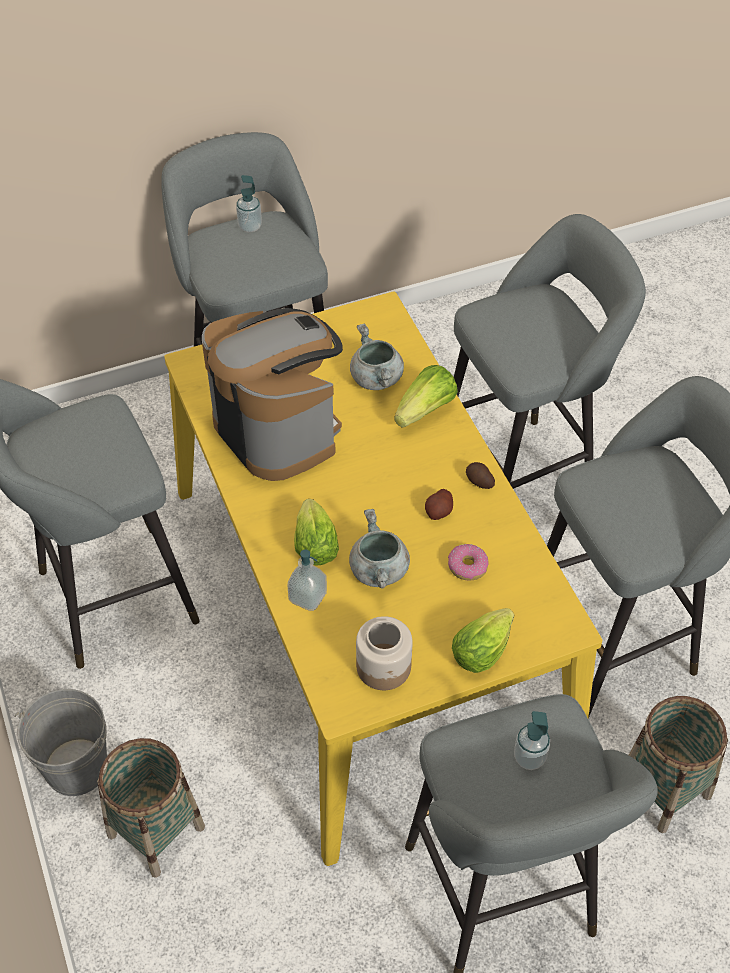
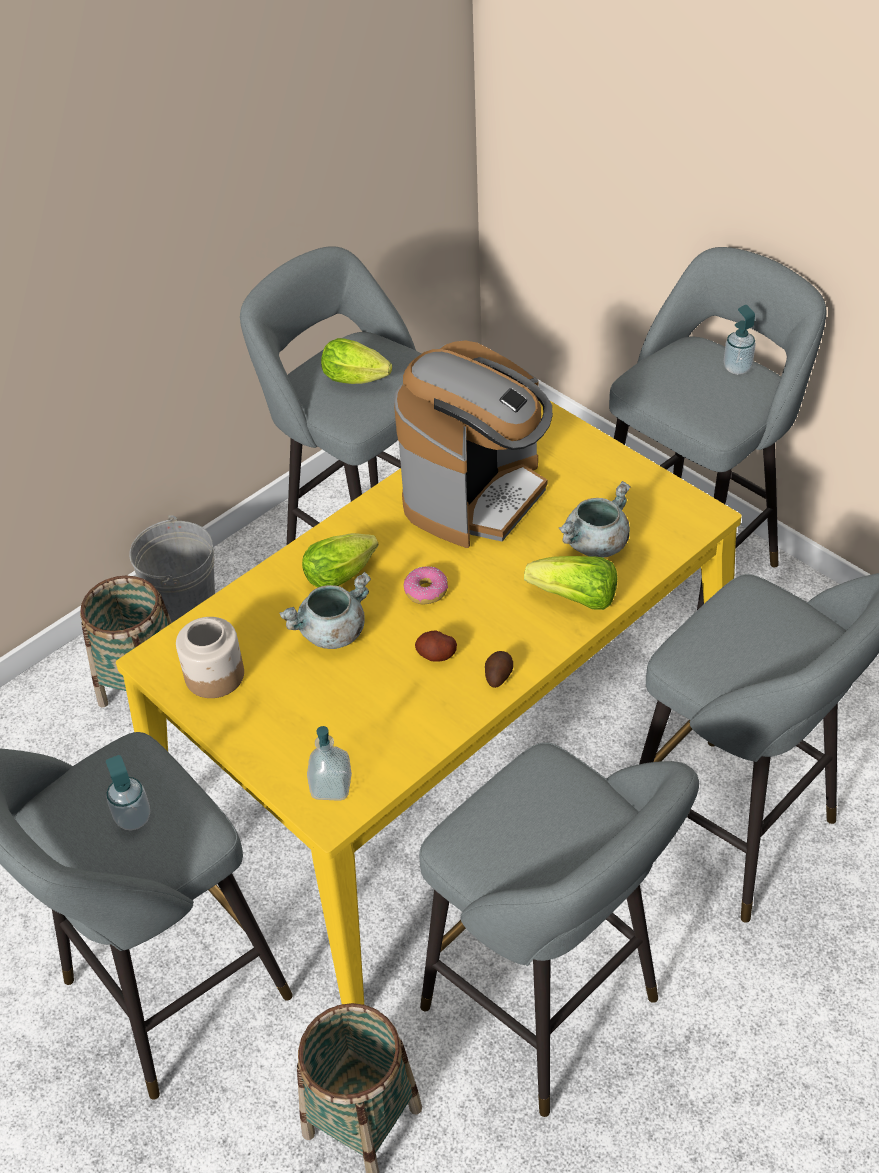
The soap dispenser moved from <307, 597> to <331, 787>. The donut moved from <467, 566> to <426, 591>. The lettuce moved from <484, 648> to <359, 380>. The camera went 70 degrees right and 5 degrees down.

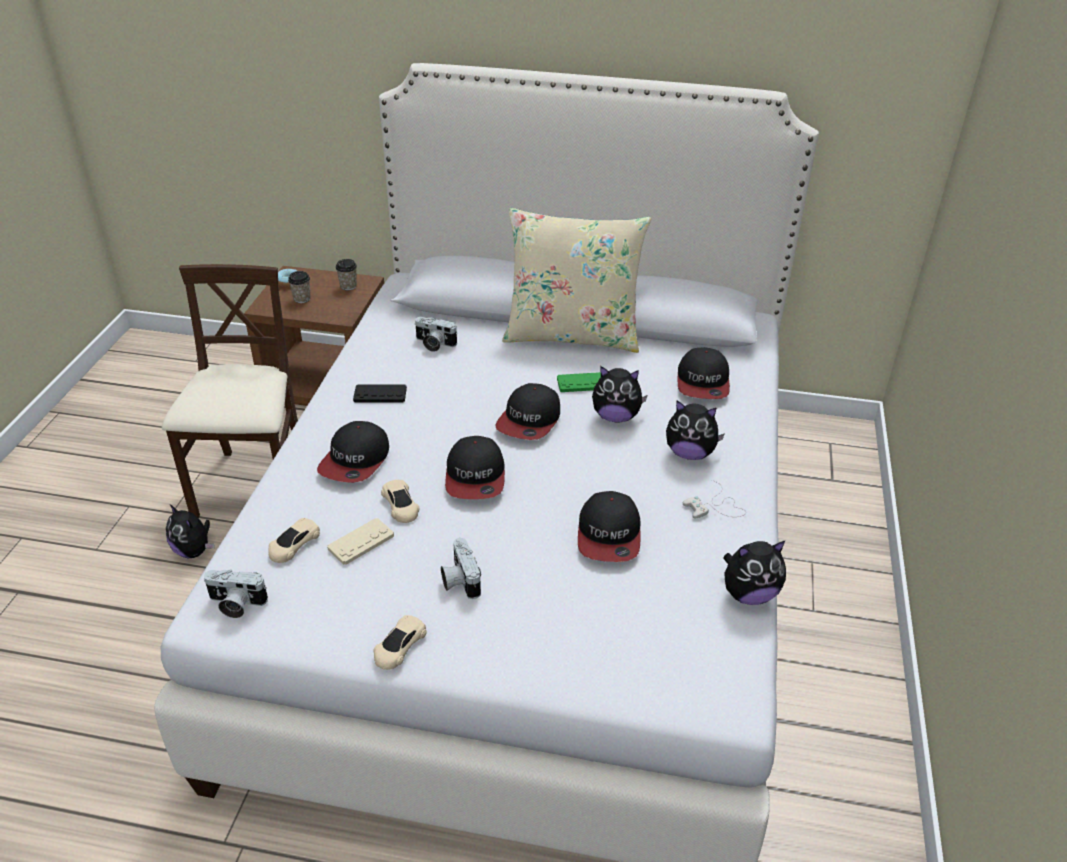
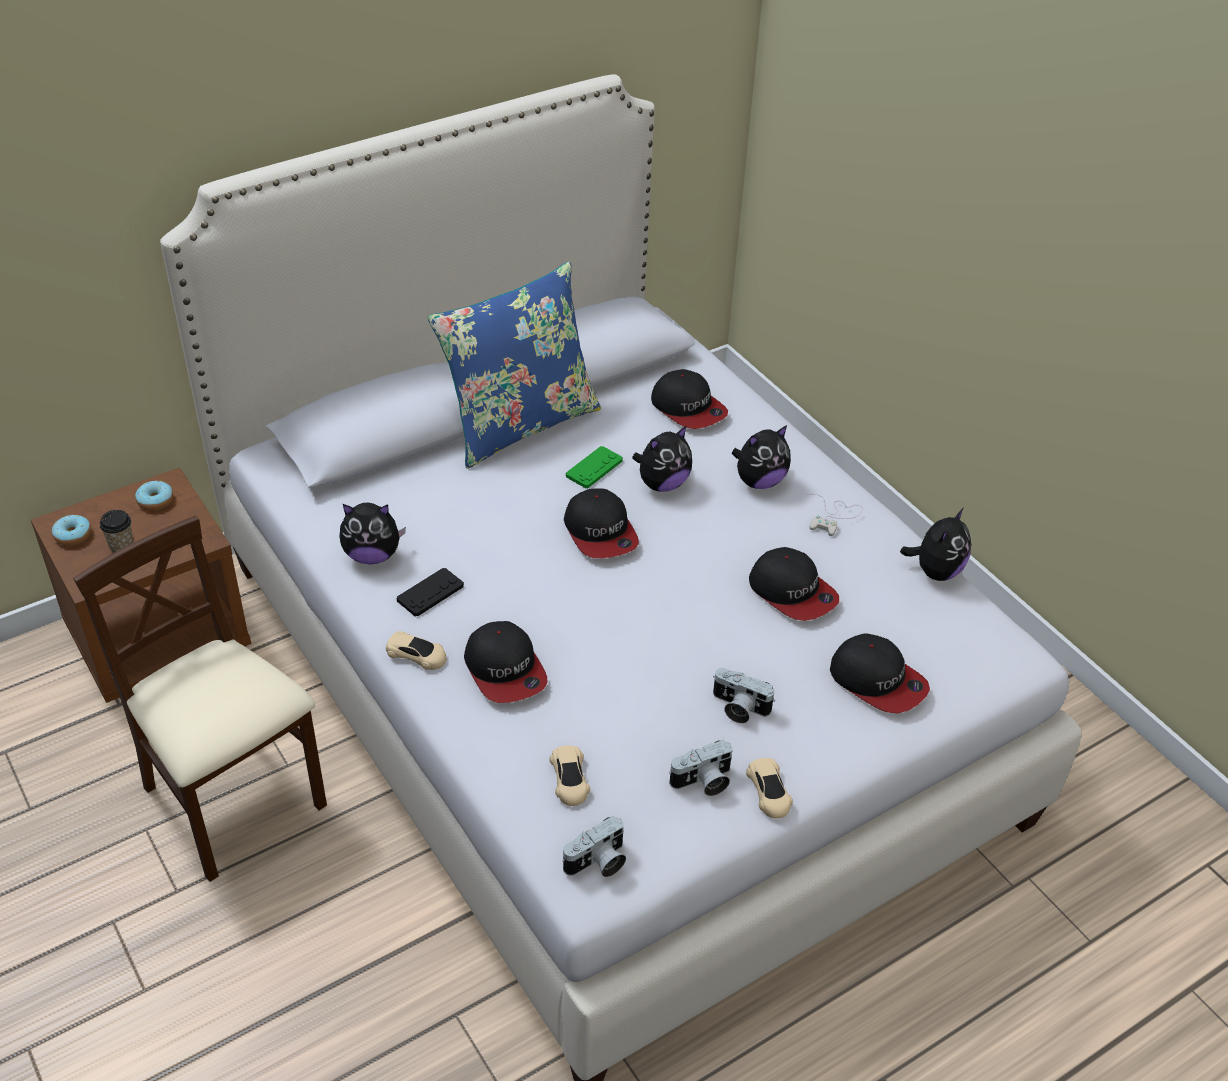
The game controller (beige) at <361, 542> disappeared. The plush toy moved from <194, 551> to <372, 555>. The toy car (beige) moved from <400, 505> to <417, 654>. The photo camera moved from <434, 344> to <703, 782>. The cap moved from <475, 477> to <878, 681>. The cup at <348, 286> was replaced by the donut at <155, 501>. The pillow (beige) at <572, 334> became the pillow (blue) at <519, 424>. The camera went 45 degrees left and 5 degrees up.

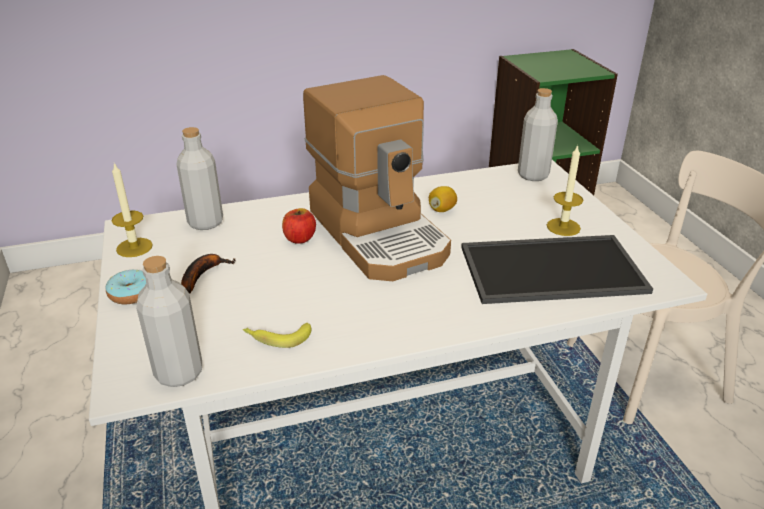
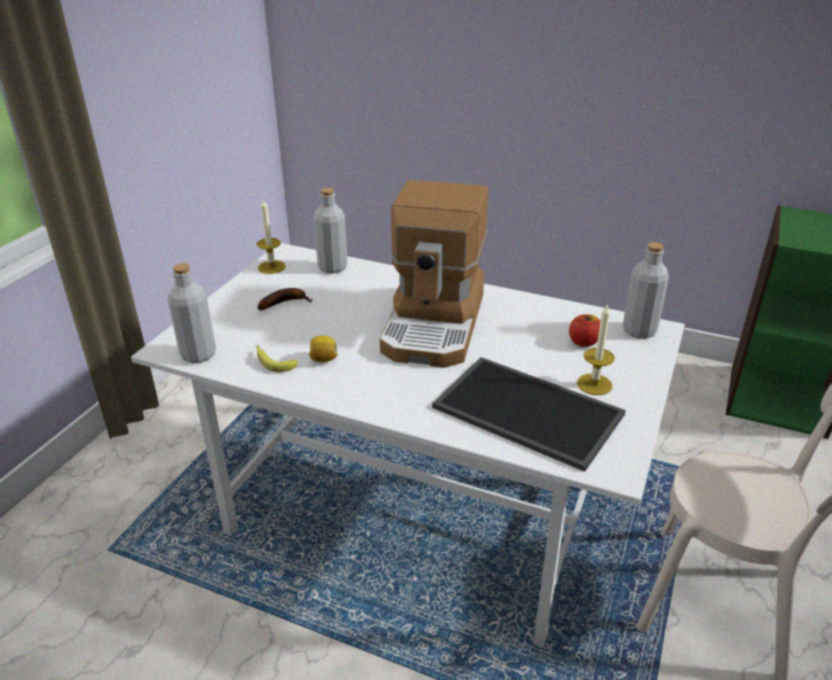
The donut at <131, 294> disappeared. The apple moved from <299, 238> to <583, 342>. The lemon moved from <442, 210> to <323, 359>. The camera went 40 degrees right and 0 degrees up.

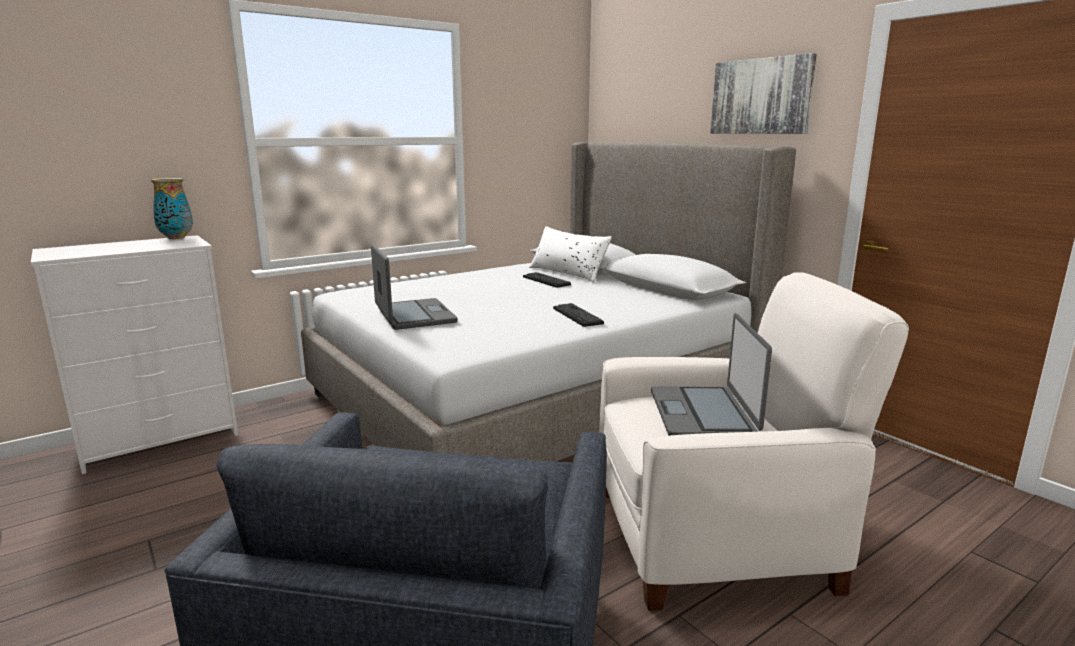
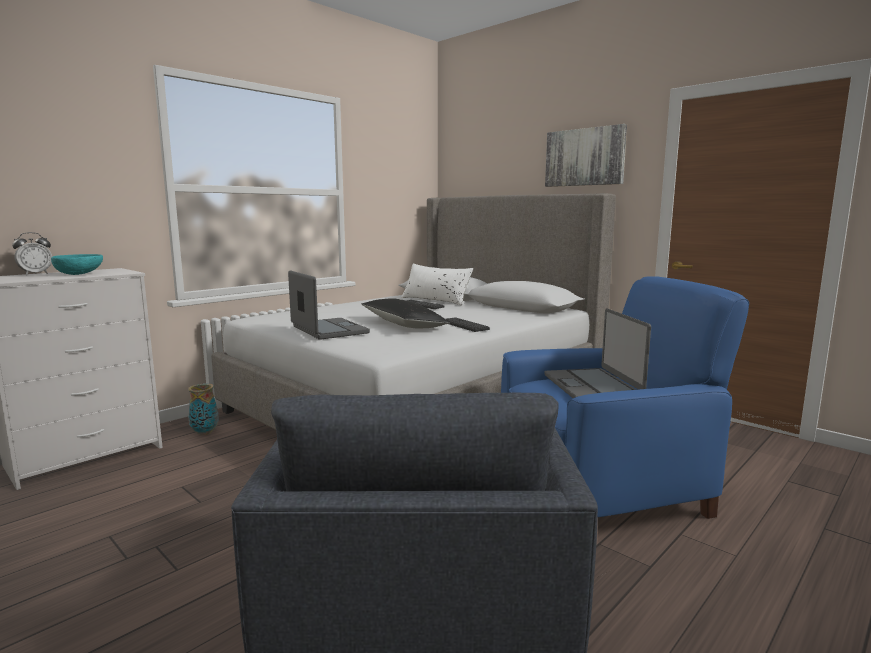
The alarm clock at <36, 274> appeared. The bowl (turquoise) at <80, 274> appeared. The pillow (black) at <403, 324> appeared. The vase moved from <176, 238> to <204, 433>. The armchair (white) at <714, 537> became the armchair (blue) at <603, 488>. The camera went 10 degrees left and 5 degrees down.

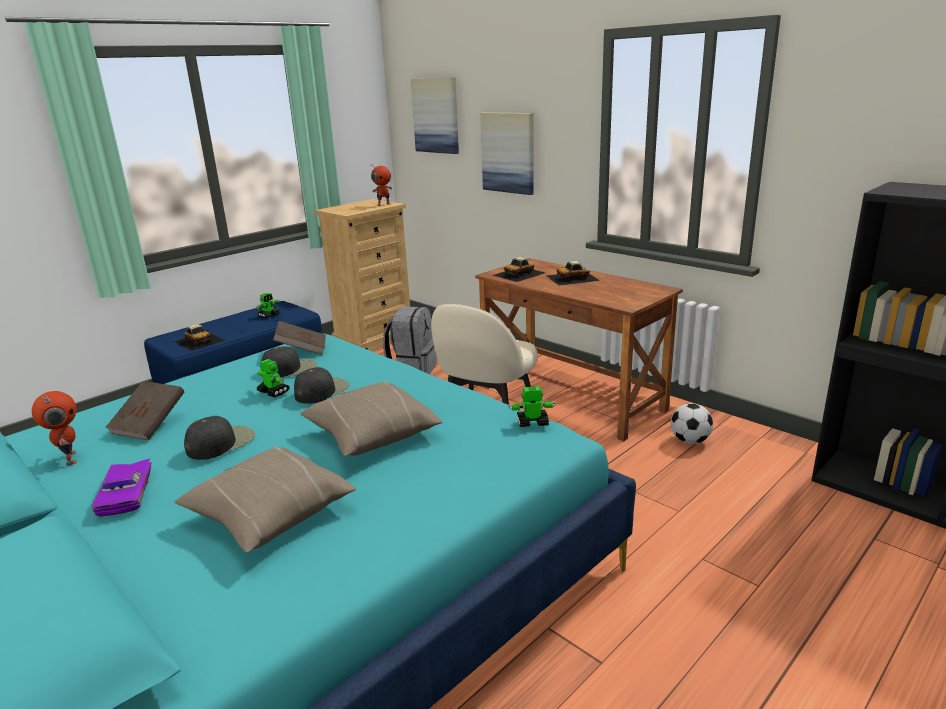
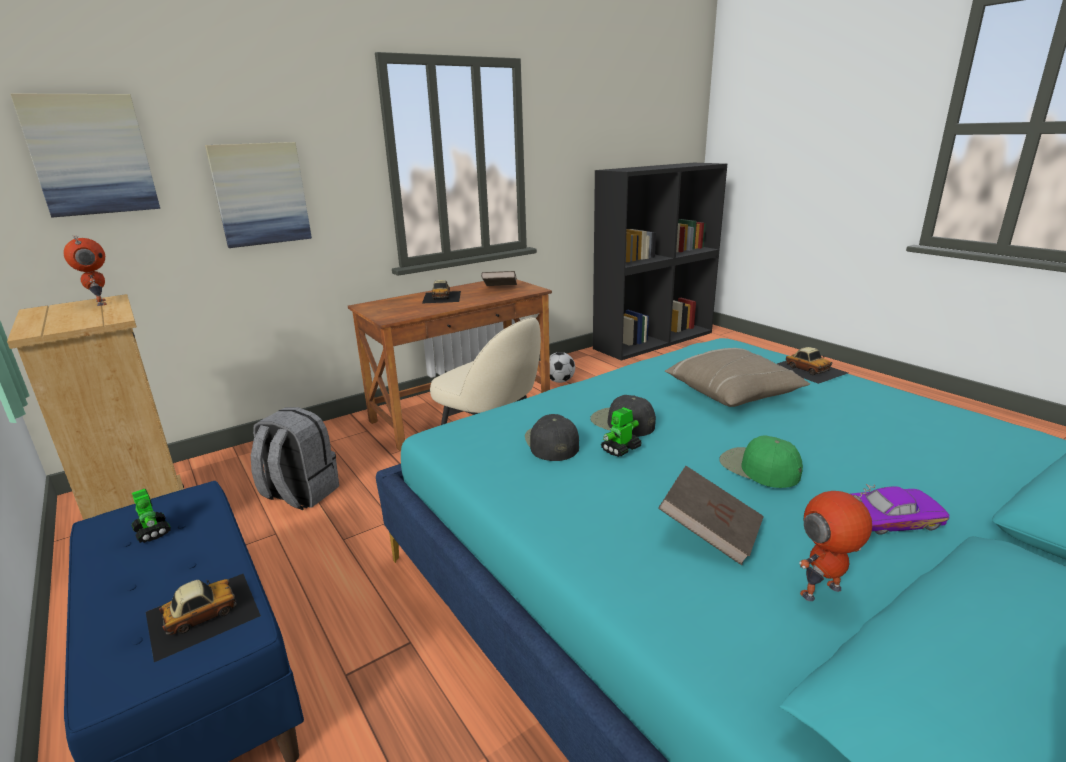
The pillow (beige) at <269, 515> disappeared. The toy robot at <532, 423> disappeared. The book (brown) moved from <302, 349> to <500, 289>. The toy car moved from <519, 274> to <808, 369>. The cap (black) at <221, 443> became the cap (green) at <758, 468>. The camera went 80 degrees left and 0 degrees up.

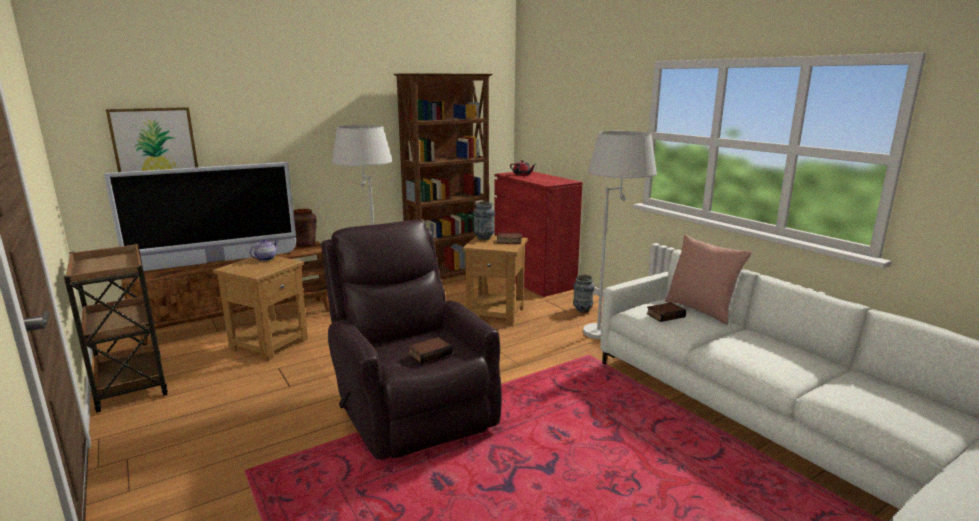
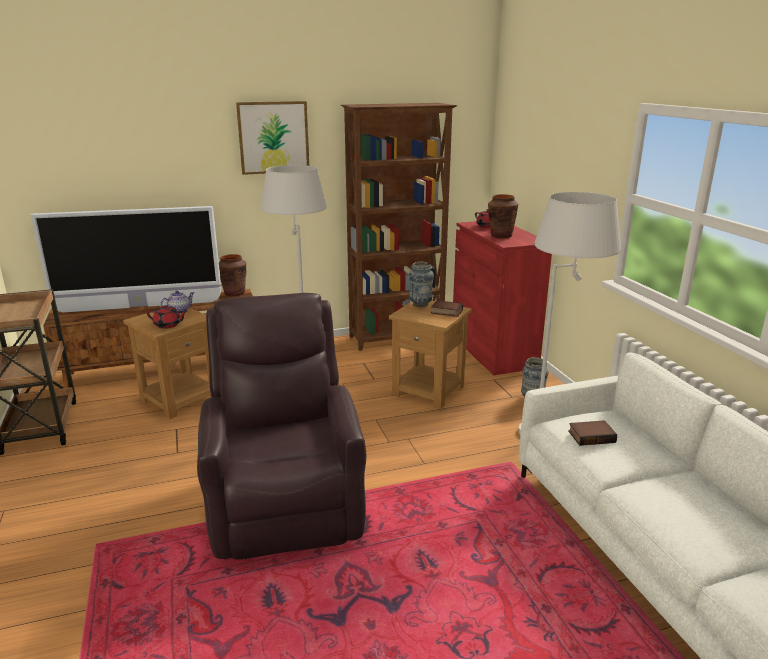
The book at <429, 353> disappeared. The pillow (pink) at <701, 310> disappeared. The teapot (red) at <168, 325> appeared. The vase (brown) at <500, 236> appeared. The picture moved from <154, 144> to <273, 137>. The camera went 15 degrees right and 5 degrees up.

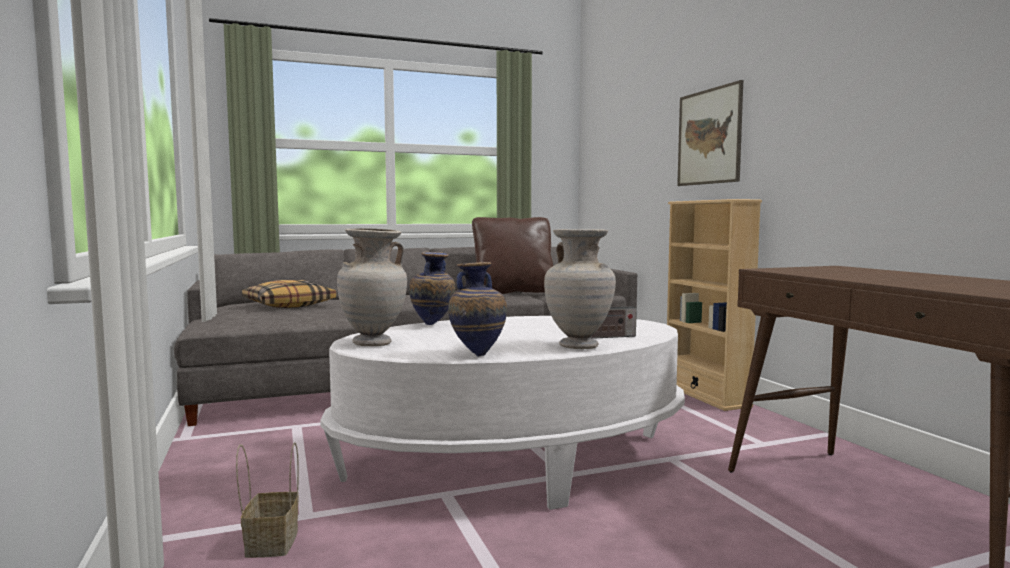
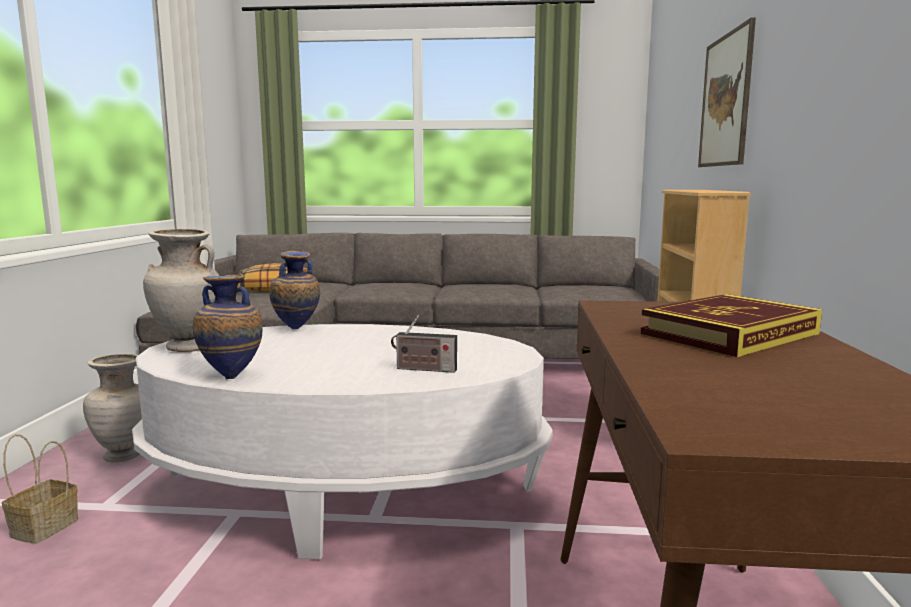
The pillow (brown) at <513, 292> disappeared. The book at <729, 334> appeared. The vase (beige) moved from <579, 346> to <124, 456>. The camera went 25 degrees right and 5 degrees up.

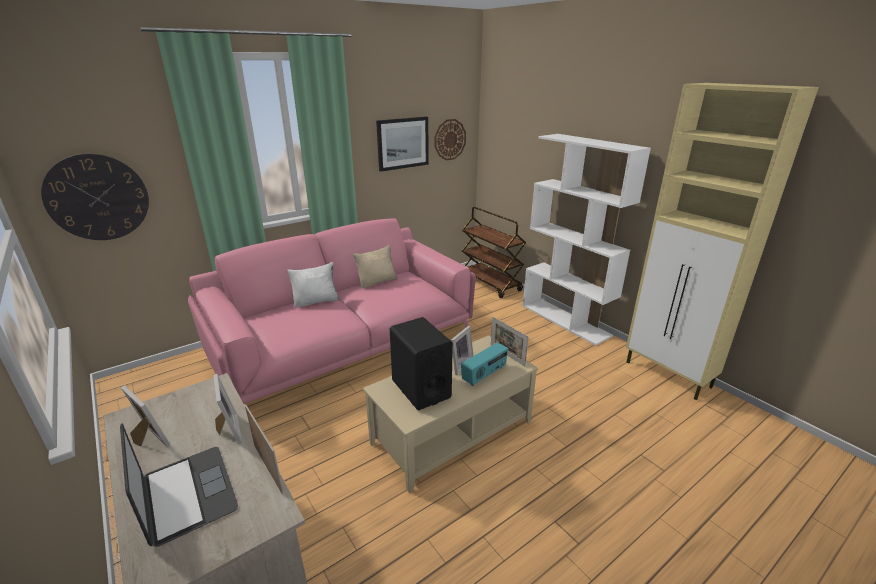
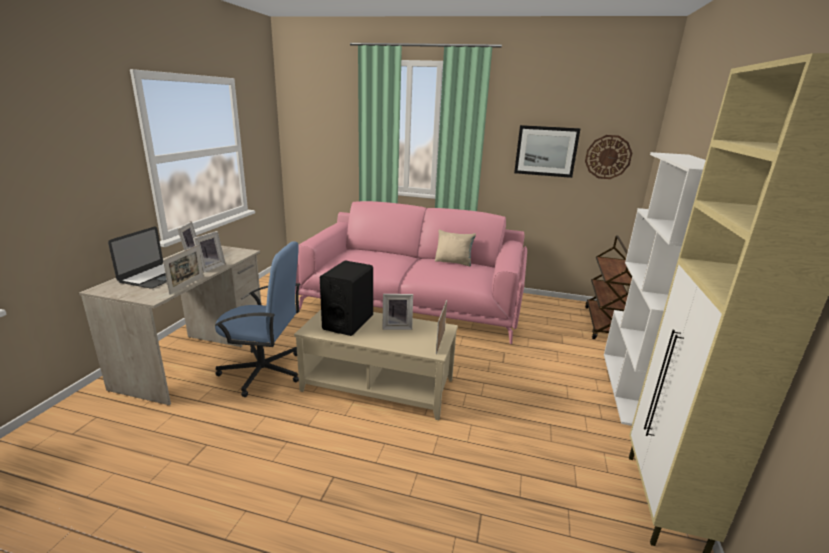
The wall clock at <98, 197> disappeared. The pillow (white) at <316, 301> disappeared. The radio at <484, 375> disappeared. The office chair (blue) at <263, 371> appeared. The camera went 50 degrees right and 5 degrees down.

